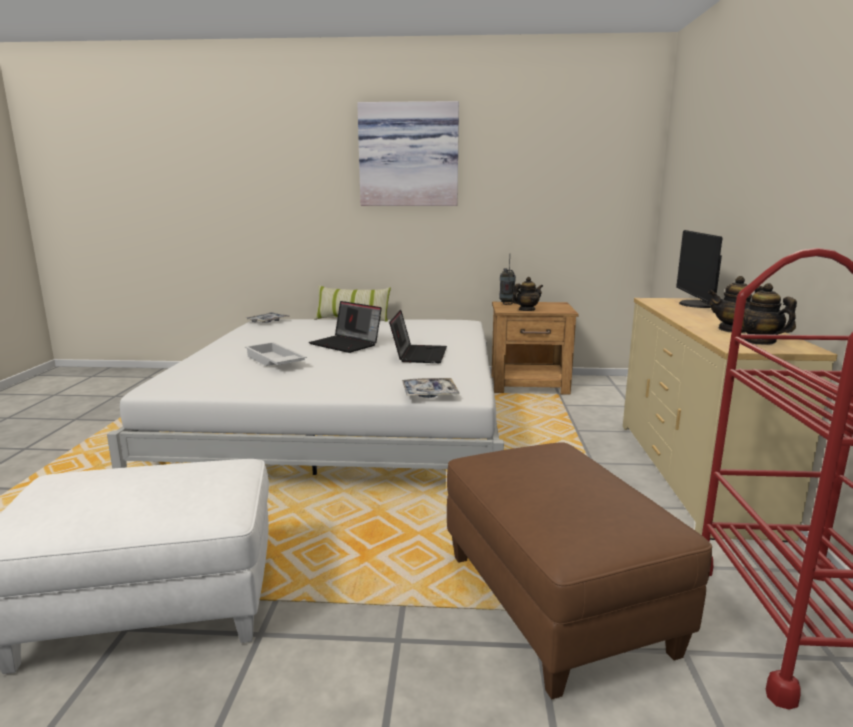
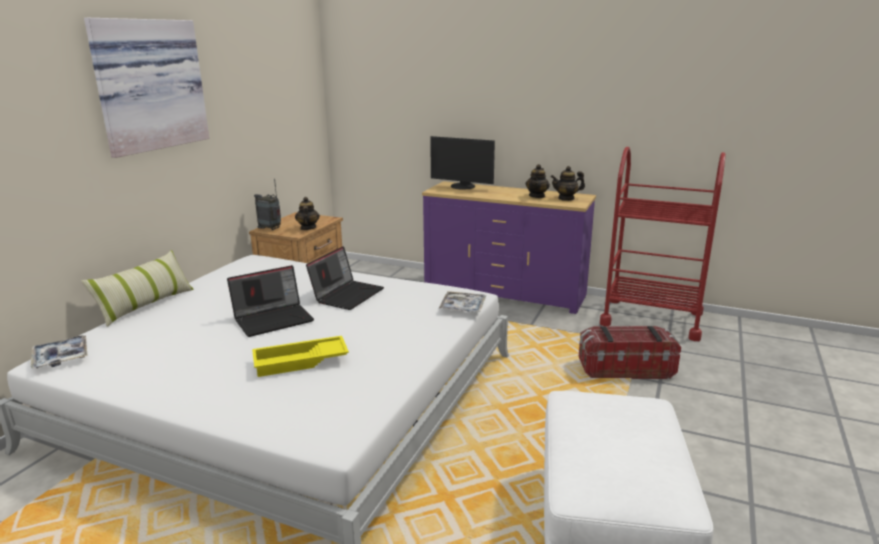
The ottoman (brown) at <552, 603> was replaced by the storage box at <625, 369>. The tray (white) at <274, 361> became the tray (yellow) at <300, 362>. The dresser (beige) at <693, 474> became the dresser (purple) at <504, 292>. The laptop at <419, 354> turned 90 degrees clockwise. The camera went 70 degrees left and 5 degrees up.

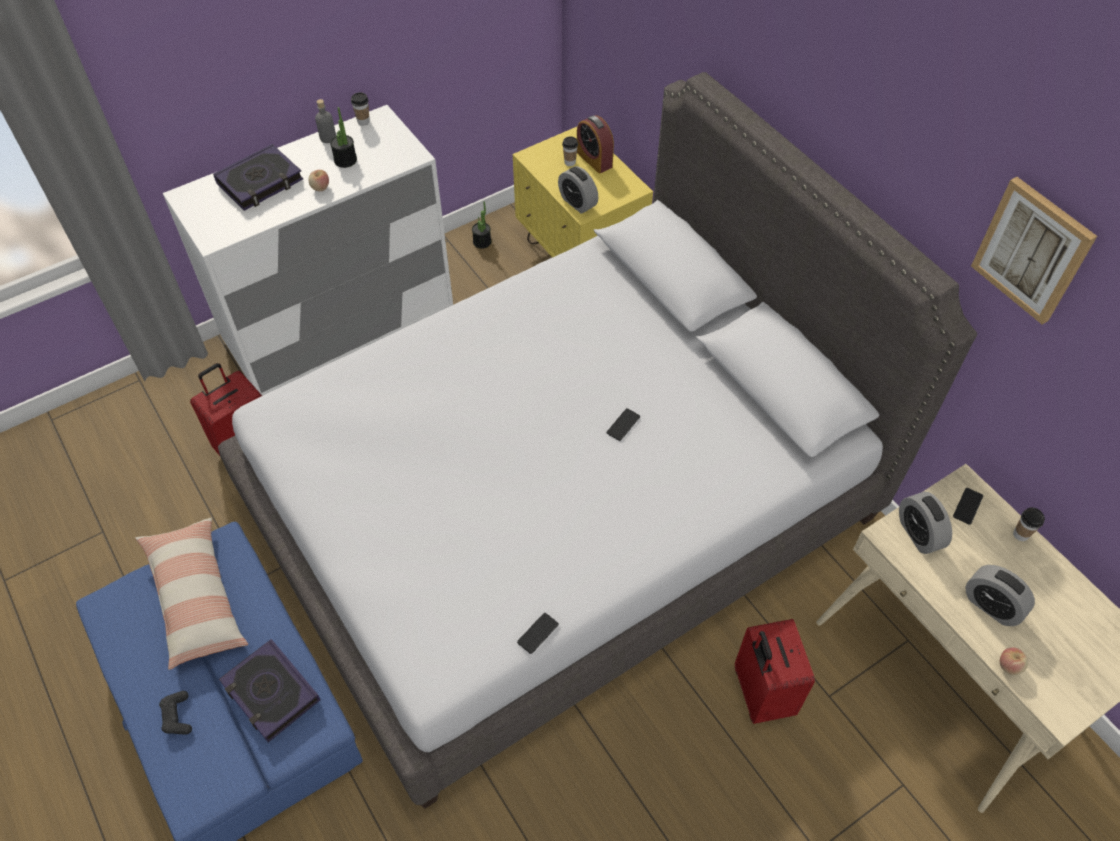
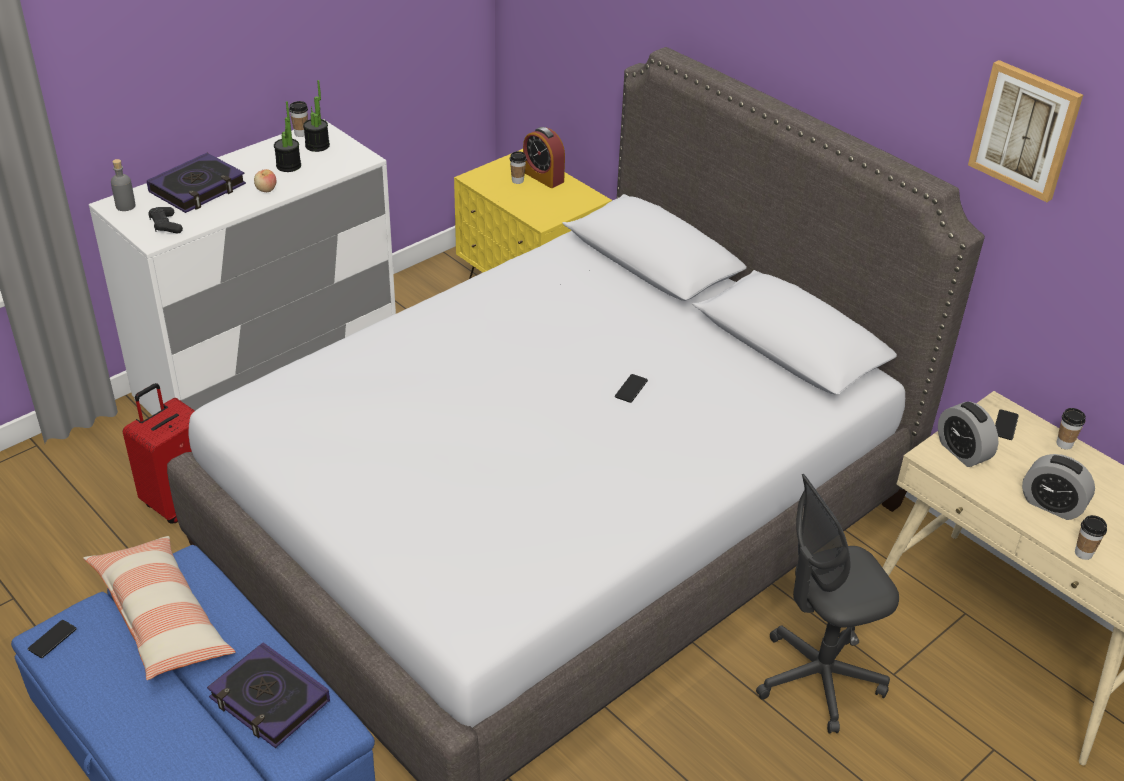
The alarm clock at <577, 203> disappeared. The game controller (black) moved from <177, 716> to <166, 226>. The bottle (grey) moved from <328, 138> to <125, 206>. The potted plant moved from <482, 242> to <317, 146>. The phone moved from <538, 633> to <52, 639>. The suitcase (red) at <760, 693> was replaced by the office chair (grey) at <818, 679>. The apple at <1009, 665> was replaced by the cup at <1083, 553>. The camera went 10 degrees left and 15 degrees down.

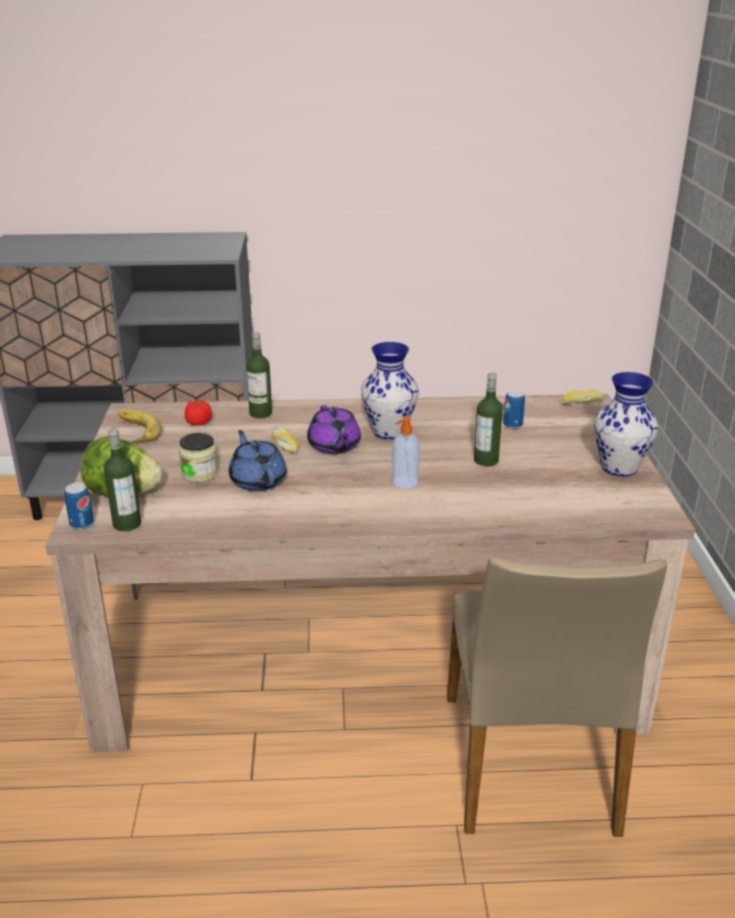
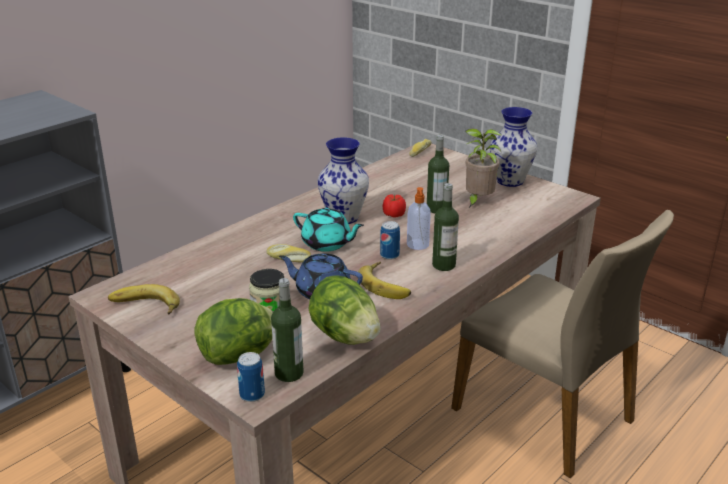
The lettuce at <345, 336> appeared. The banana at <387, 284> appeared. The potted plant at <478, 201> appeared. The tomato moved from <198, 422> to <394, 215>. The bottle moved from <260, 413> to <443, 265>. The can moved from <513, 425> to <389, 255>. The teapot (purple) at <334, 446> became the teapot (turquoise) at <327, 244>. The camera went 45 degrees left and 0 degrees up.

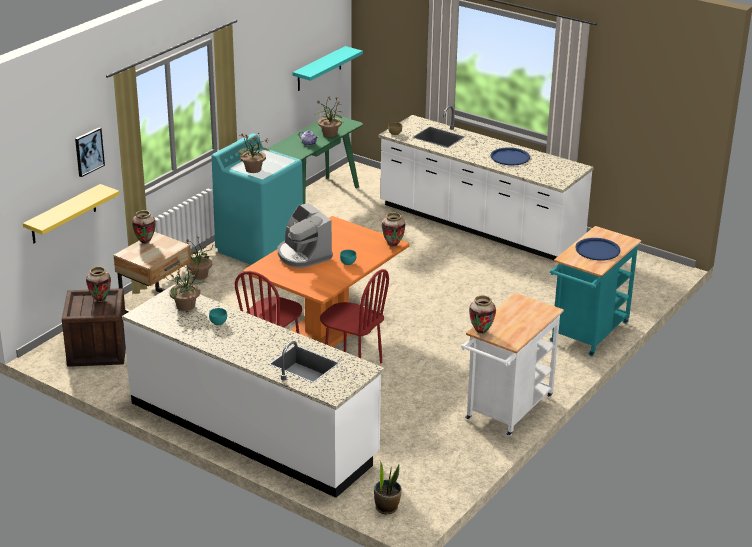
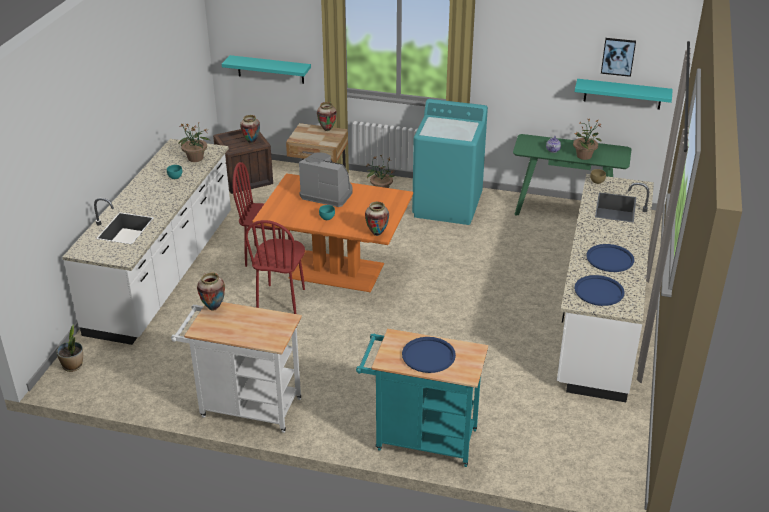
The potted plant at <253, 170> disappeared. The tray (blue) at <599, 291> appeared. The picture moved from <89, 151> to <618, 56>. The shelf (yellow) at <63, 214> became the shelf (turquoise) at <270, 69>. The coffee machine at <303, 255> turned 75 degrees clockwise. The camera went 70 degrees right and 5 degrees up.

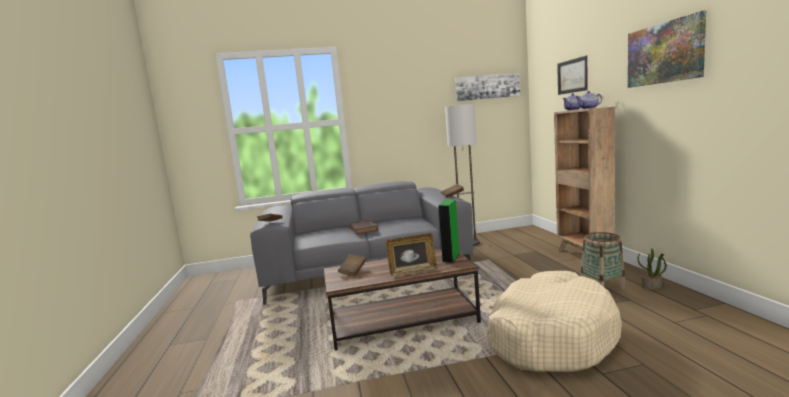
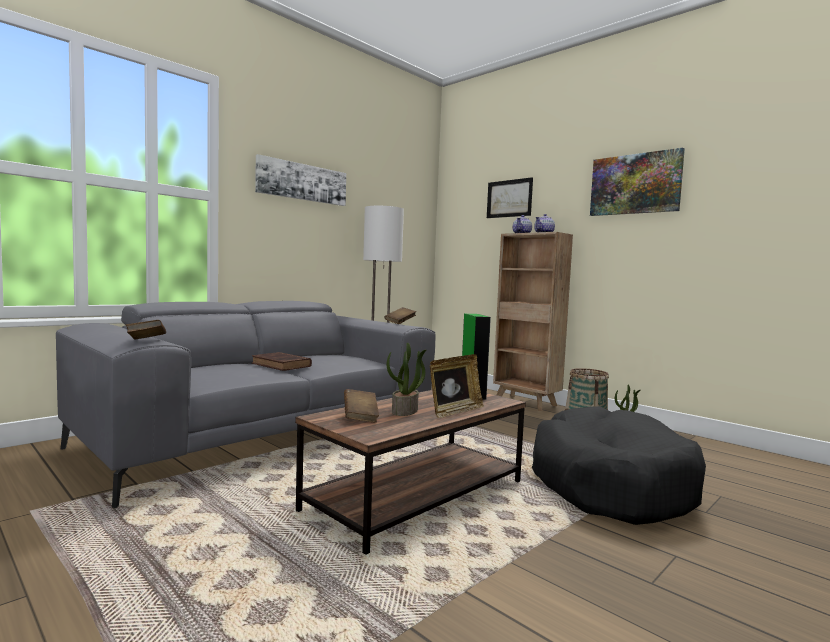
The potted plant at <405, 411> appeared. The picture moved from <487, 87> to <302, 182>. The dog bed (beige) at <549, 336> became the dog bed (black) at <609, 484>. The camera went 35 degrees left and 5 degrees down.

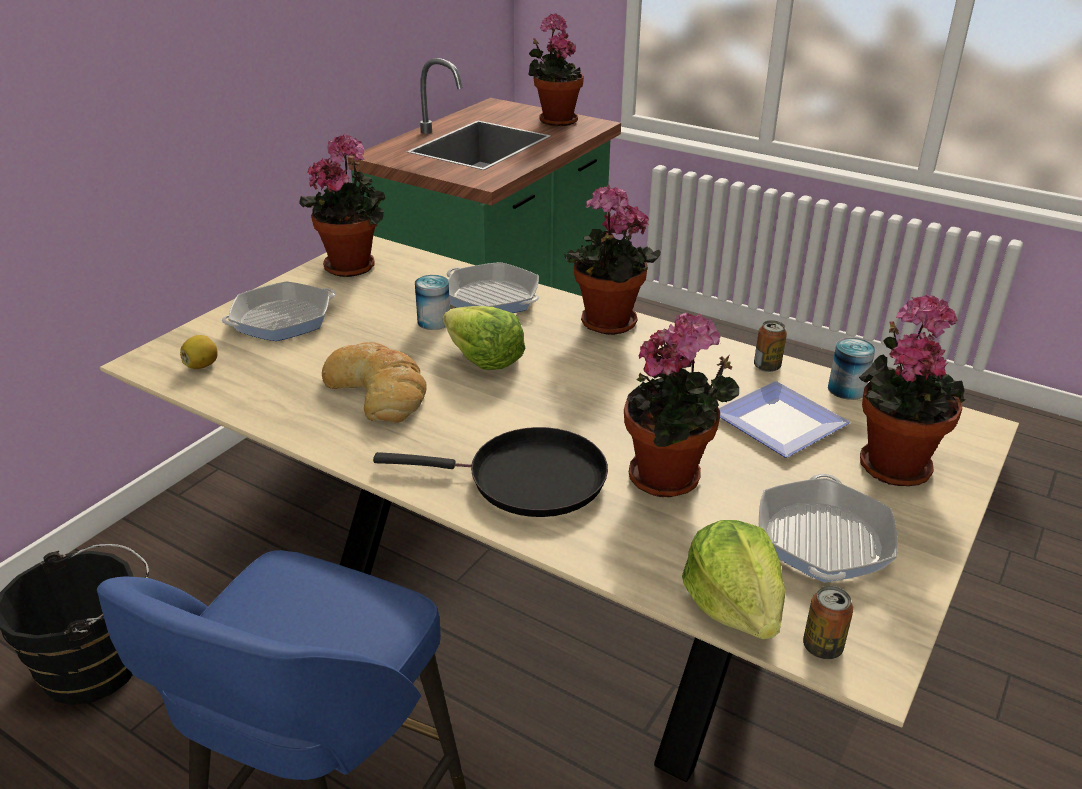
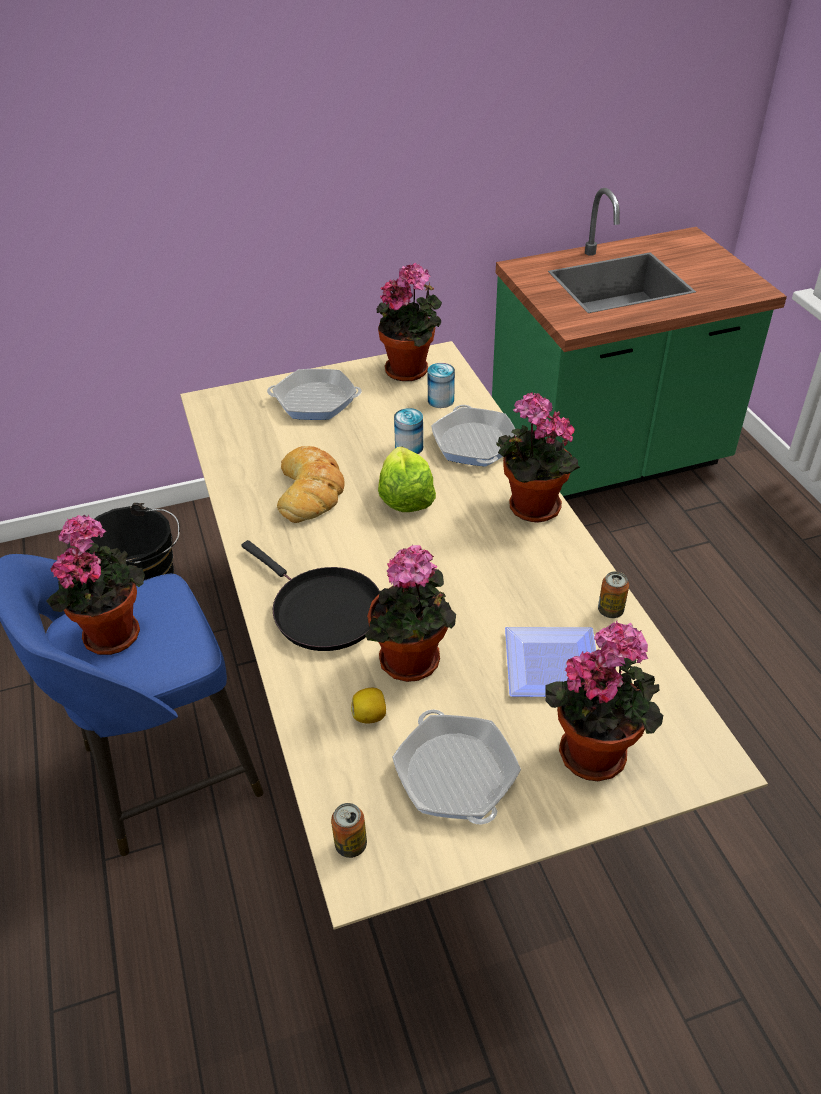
The lettuce at <734, 605> disappeared. The lemon moved from <202, 365> to <370, 715>. The potted plant moved from <555, 120> to <112, 631>. The can moved from <846, 389> to <440, 400>. The frying pan at <823, 539> turned 75 degrees counterclockwise. The camera went 40 degrees right and 10 degrees up.

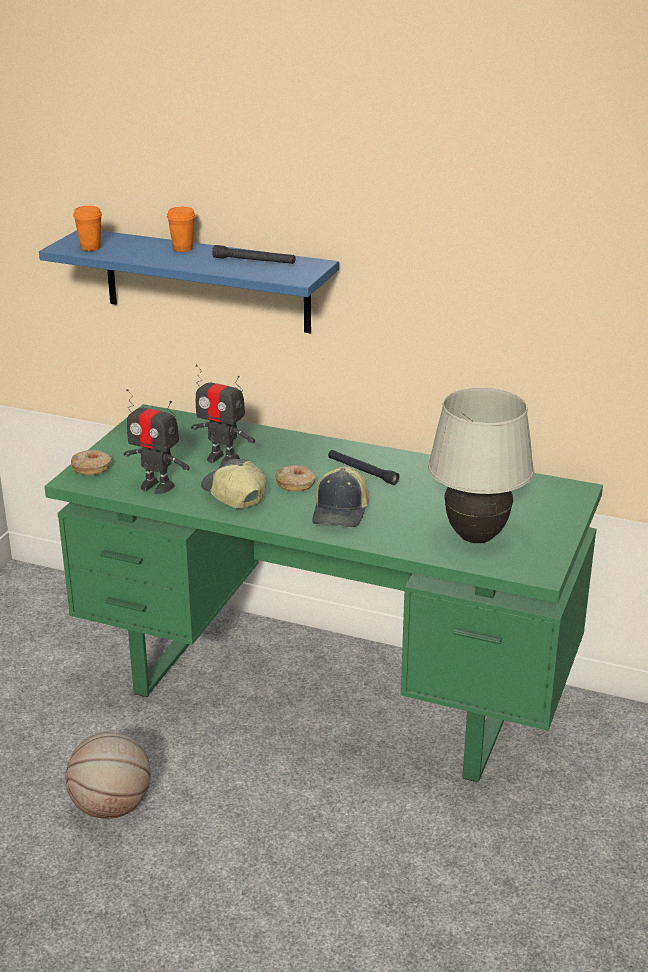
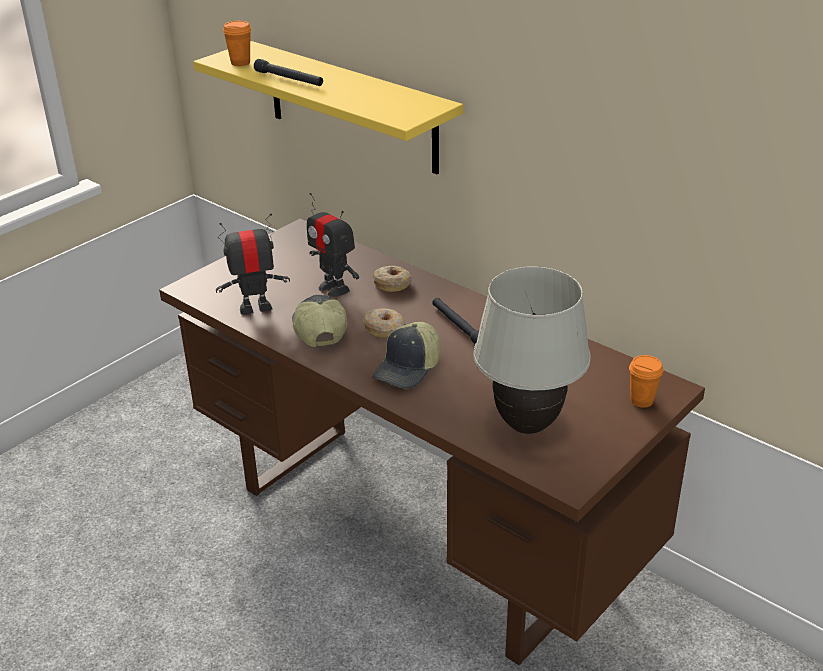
The basketball at <112, 807> disappeared. The donut moved from <92, 468> to <393, 284>. The cup (orange) moved from <182, 249> to <641, 401>. The flashlight (black) moved from <254, 261> to <289, 79>. The shelf (blue) at <206, 281> became the shelf (yellow) at <351, 107>. The desk (green) at <326, 694> became the desk (brown) at <418, 531>. The toy robot at <157, 486> turned 120 degrees clockwise. The camera went 20 degrees right and 5 degrees up.

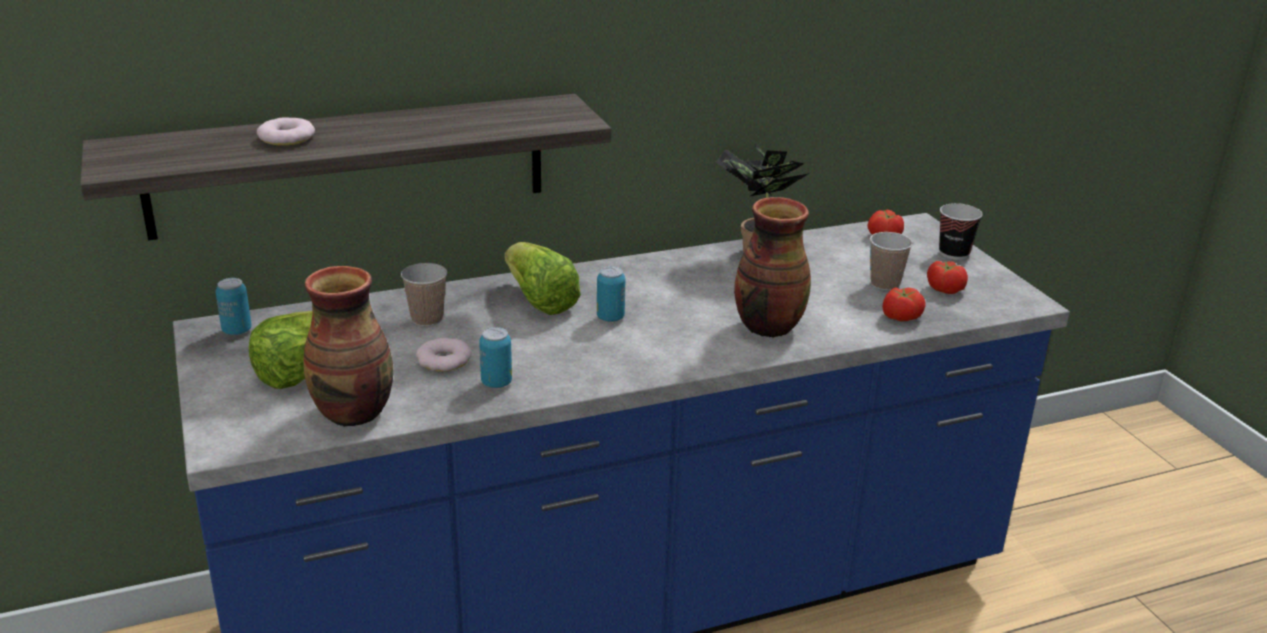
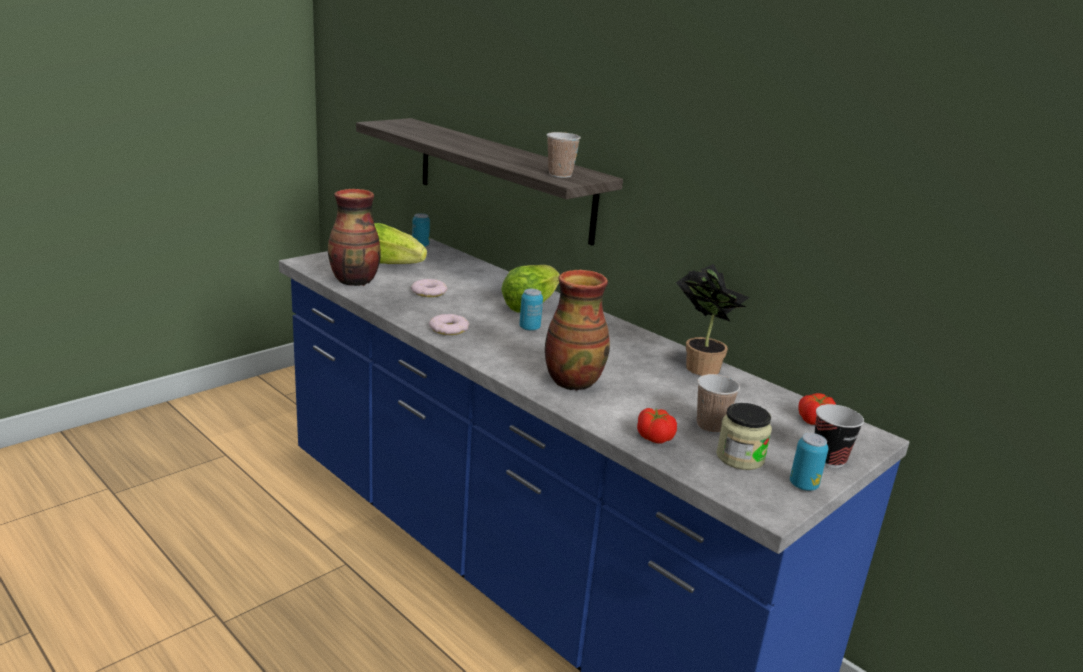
The donut moved from <286, 138> to <449, 329>. The cup moved from <427, 319> to <560, 175>. The can moved from <496, 383> to <803, 485>. The tomato at <945, 289> was replaced by the jar at <740, 457>. The camera went 65 degrees right and 5 degrees down.

